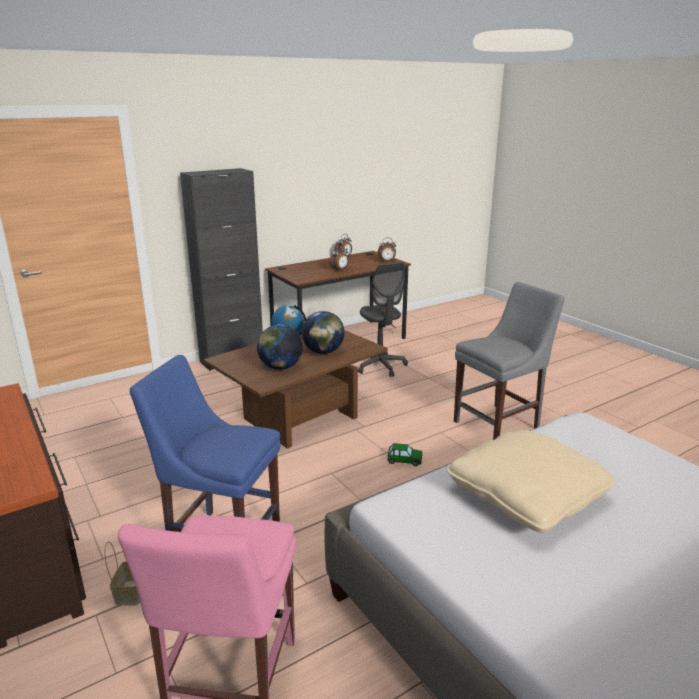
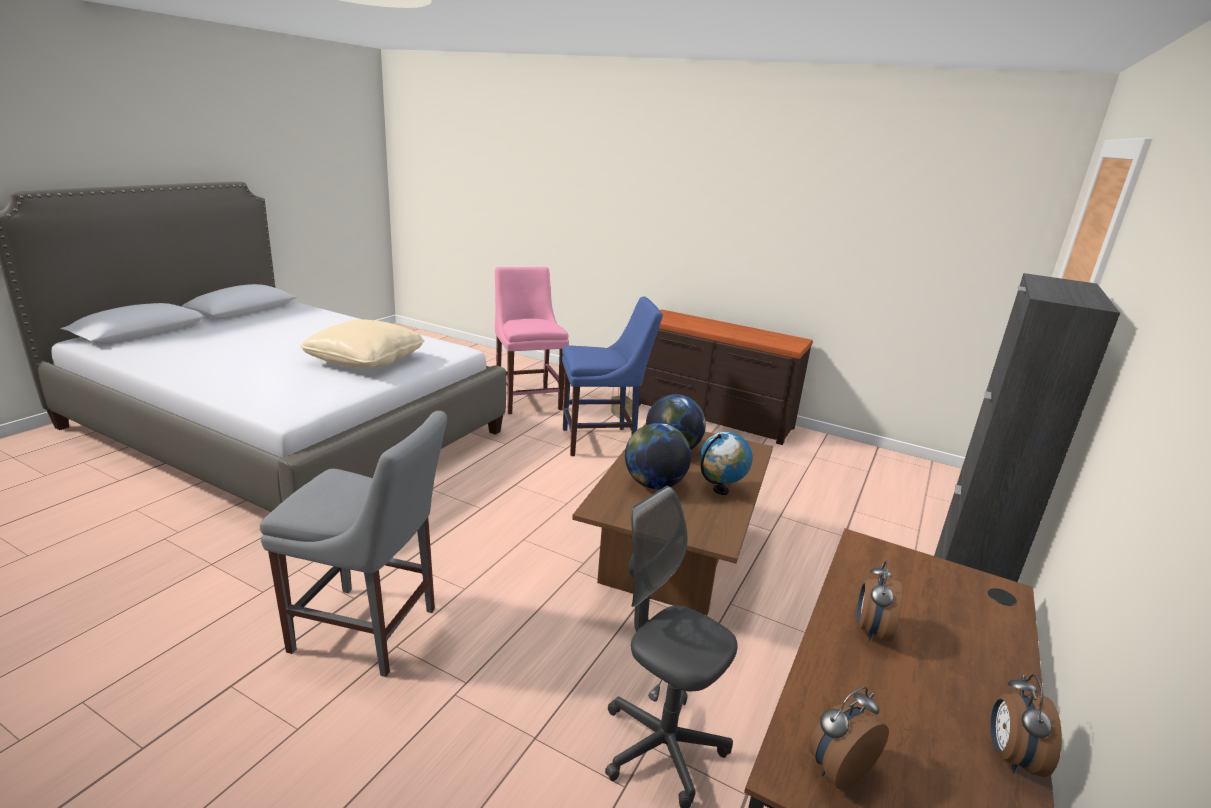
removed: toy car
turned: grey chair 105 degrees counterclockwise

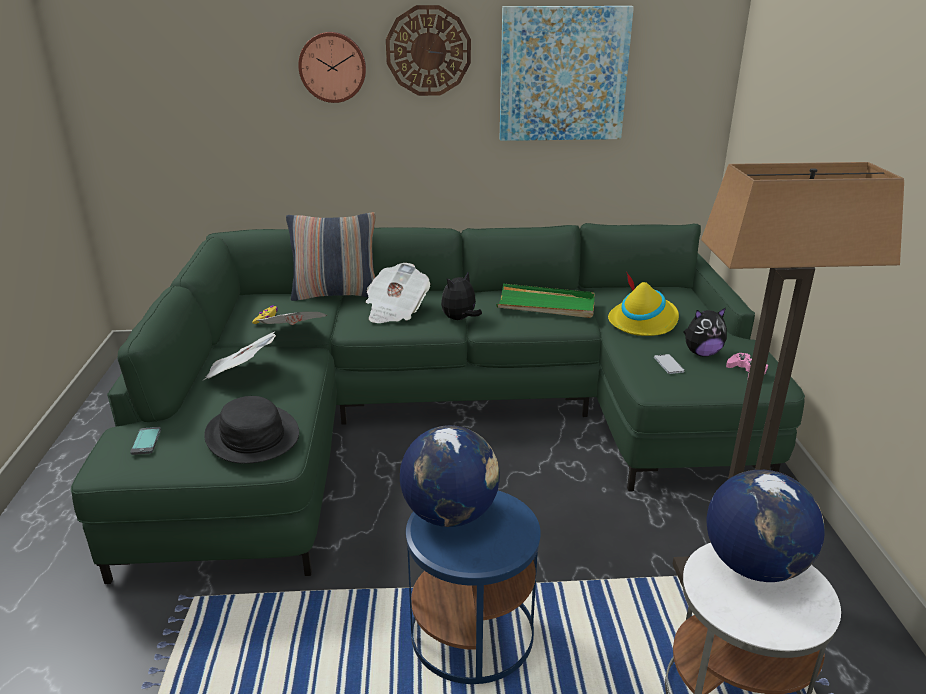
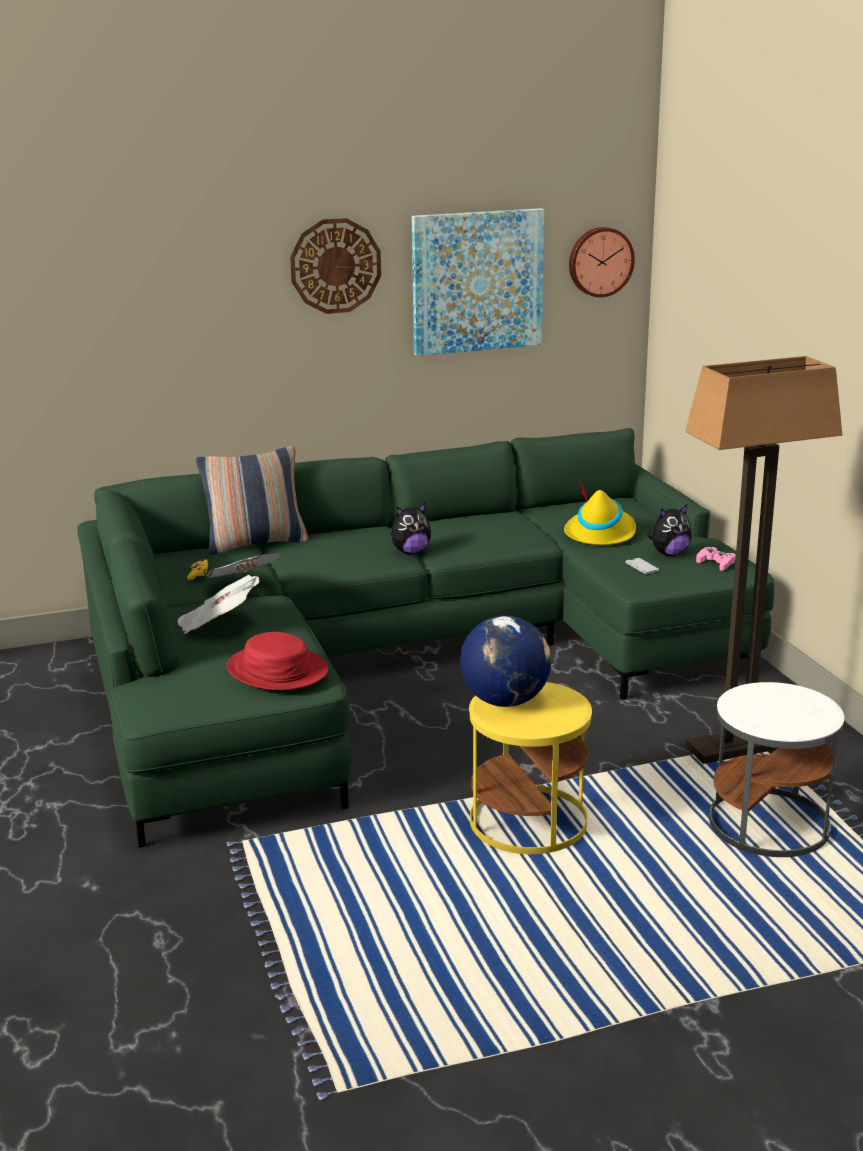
removed: newspaper (3rd from left); green tray; phone (1st from left); globe (2nd from left)
moved: wall clock (1st from left in the first image) to wall clock (2nd from left)
recoloured: black hat to red hat; blue side table to yellow side table
turned: plush toy (1st from left) 150 degrees counterclockwise

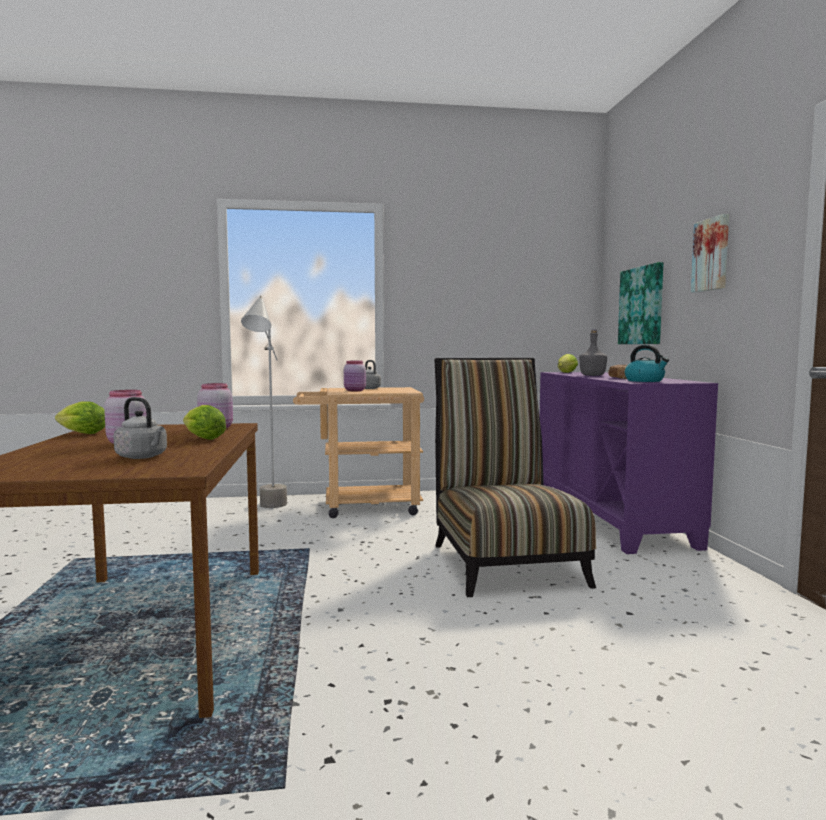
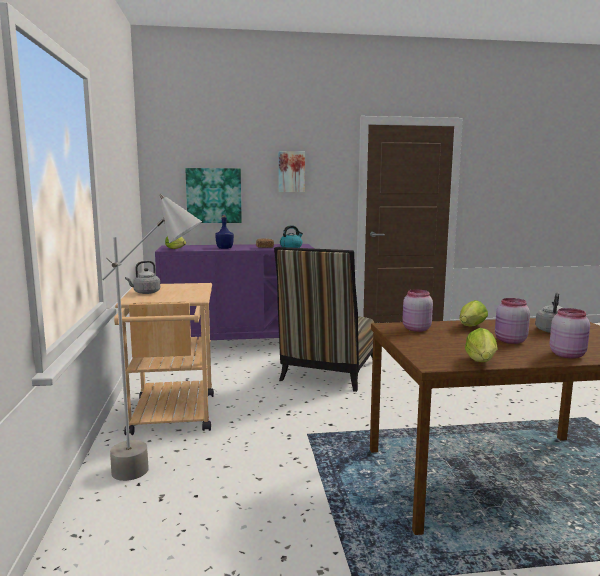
moved: pink jar (3rd from left)
recoloured: grey bottle to blue bottle
turned: chair 60 degrees counterclockwise

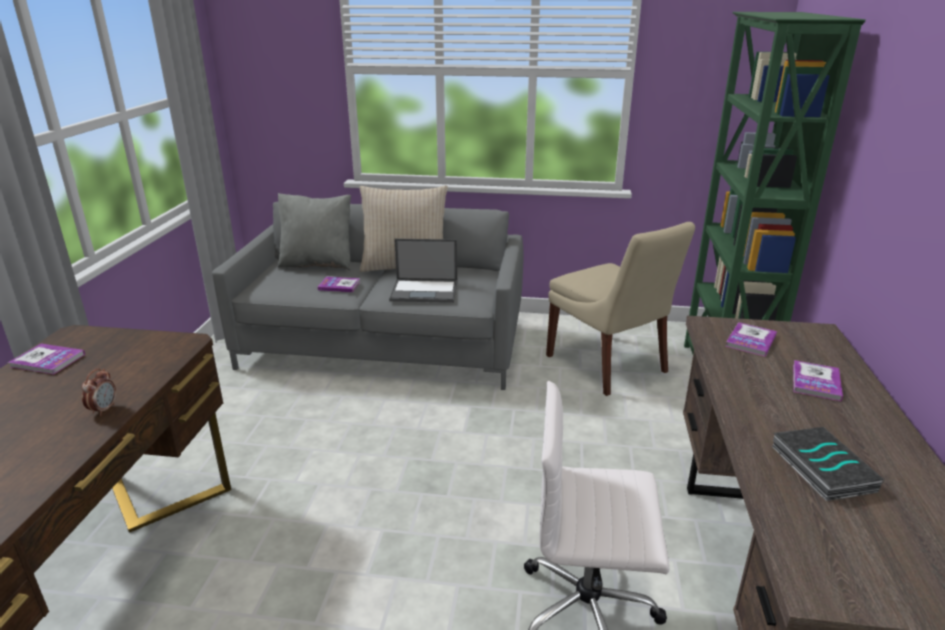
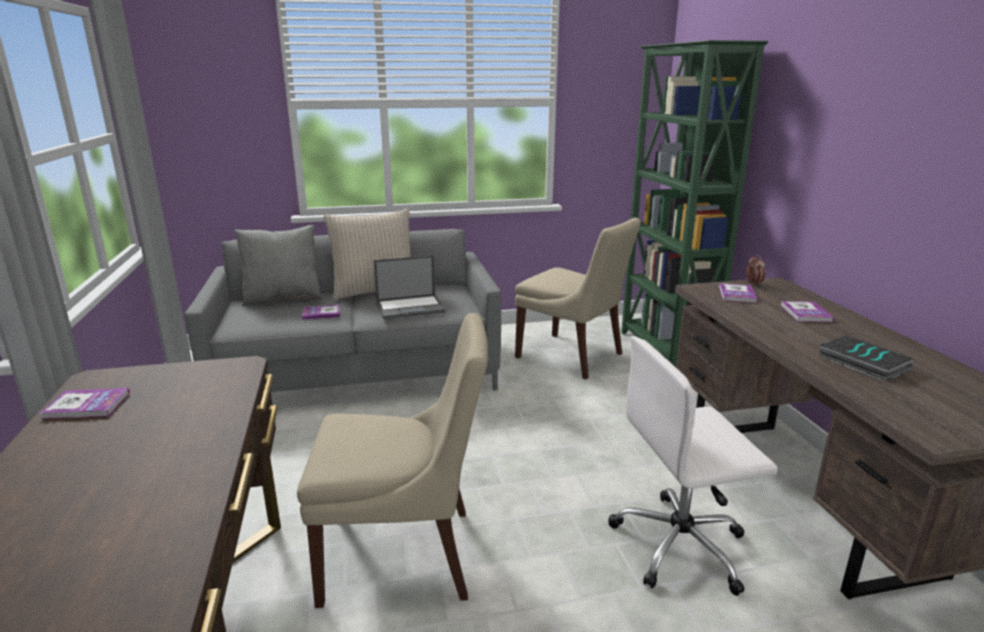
added: beige chair (1st from left)
moved: alarm clock

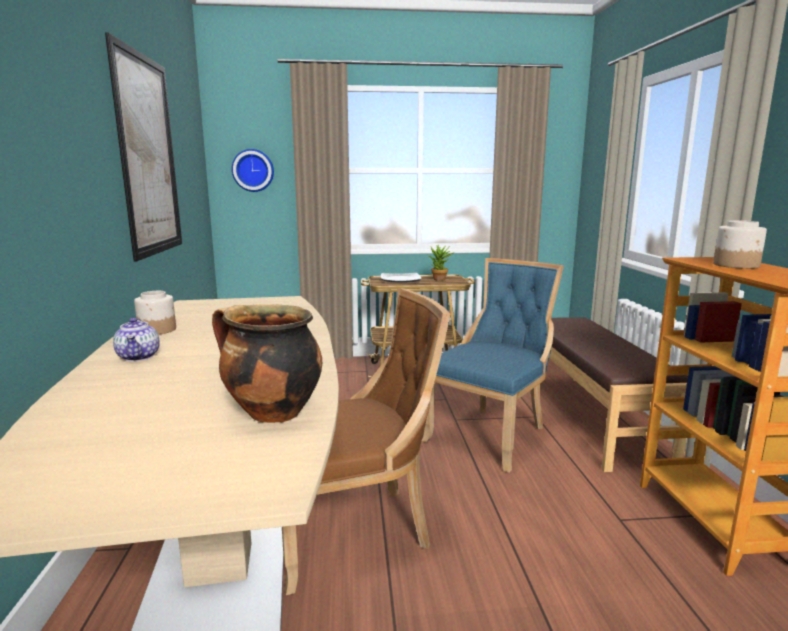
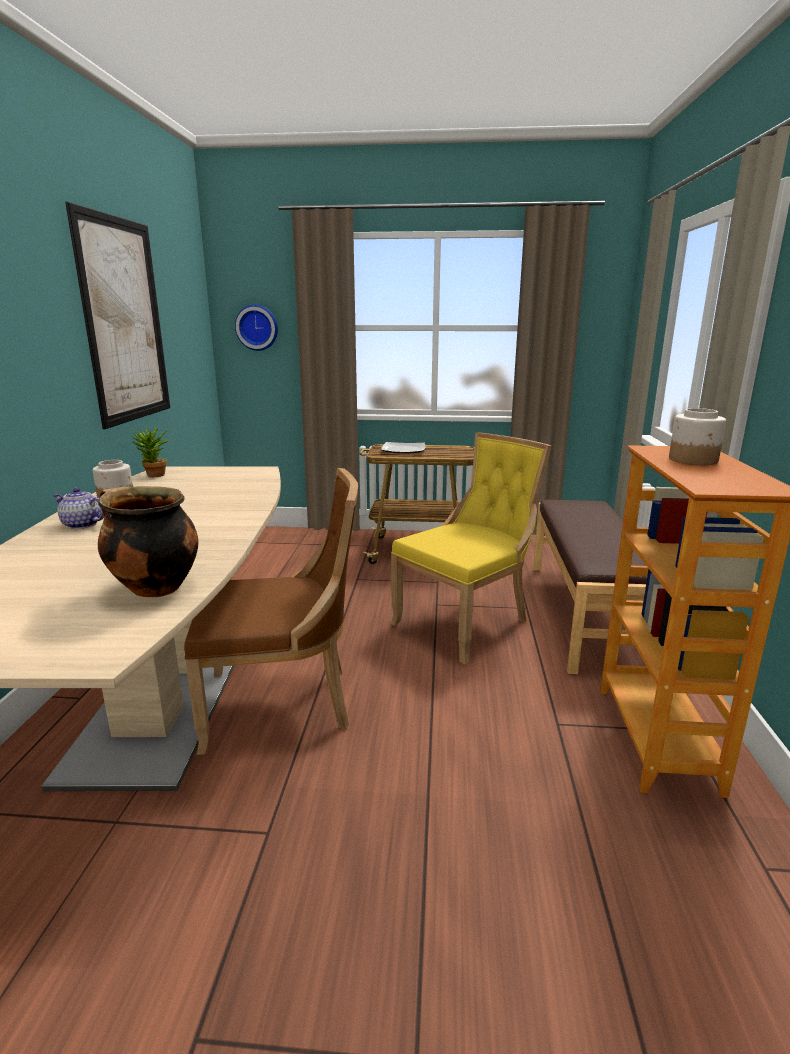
moved: potted plant
recoloured: blue chair to yellow chair
turned: teapot 120 degrees clockwise

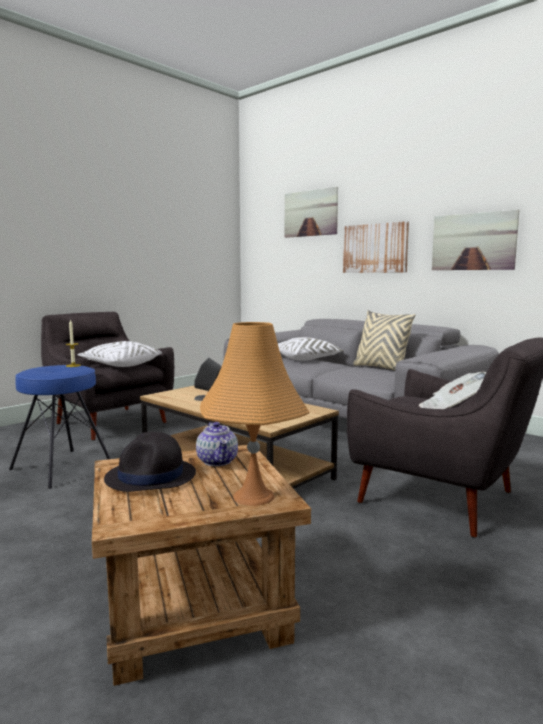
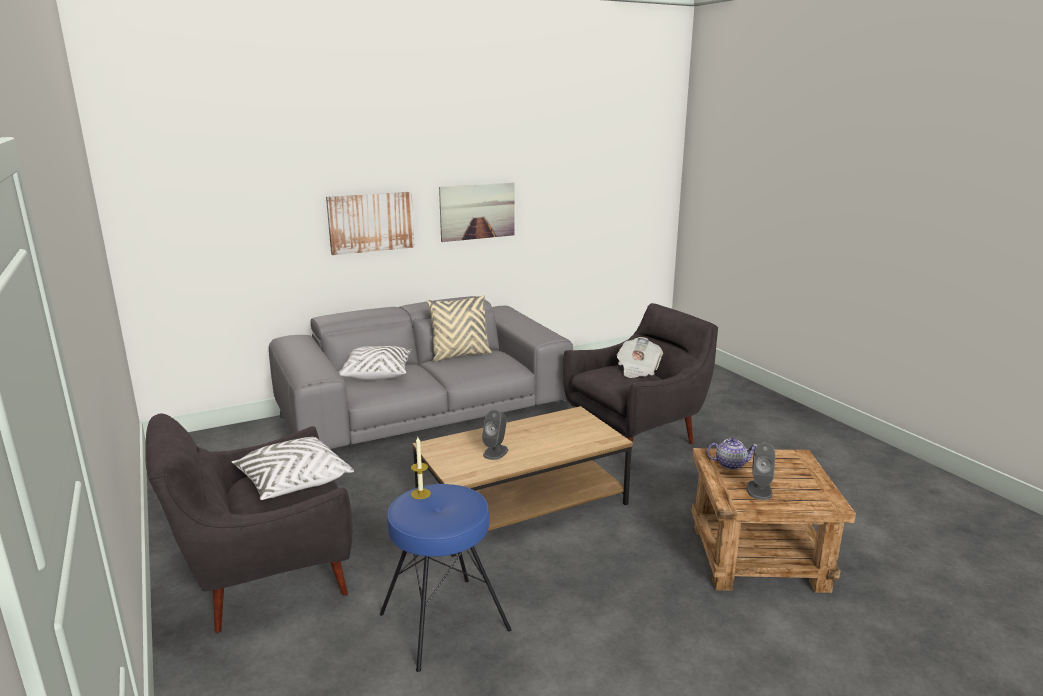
removed: picture (1st from left); orange table lamp
replaced: black hat to grey speaker (2nd from left)

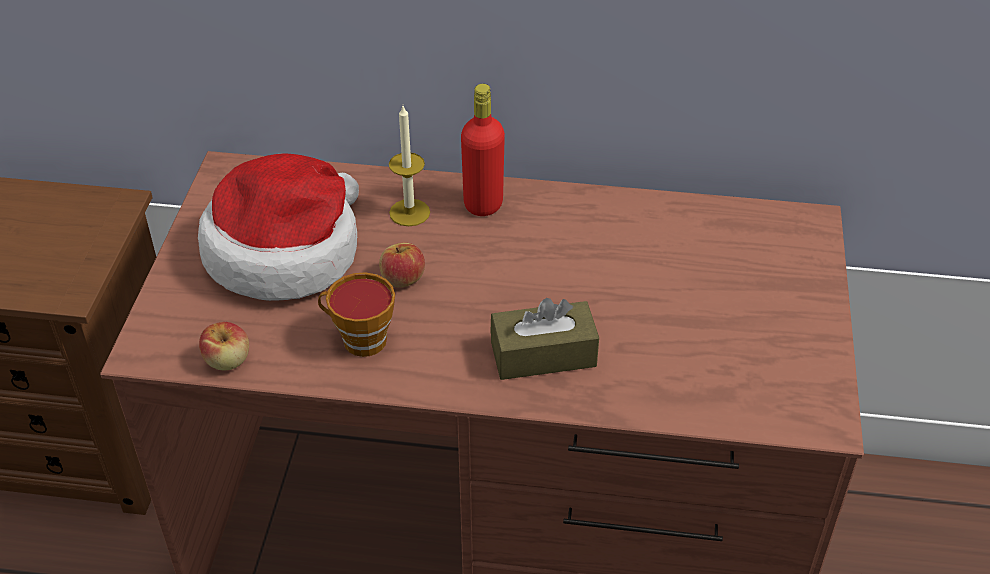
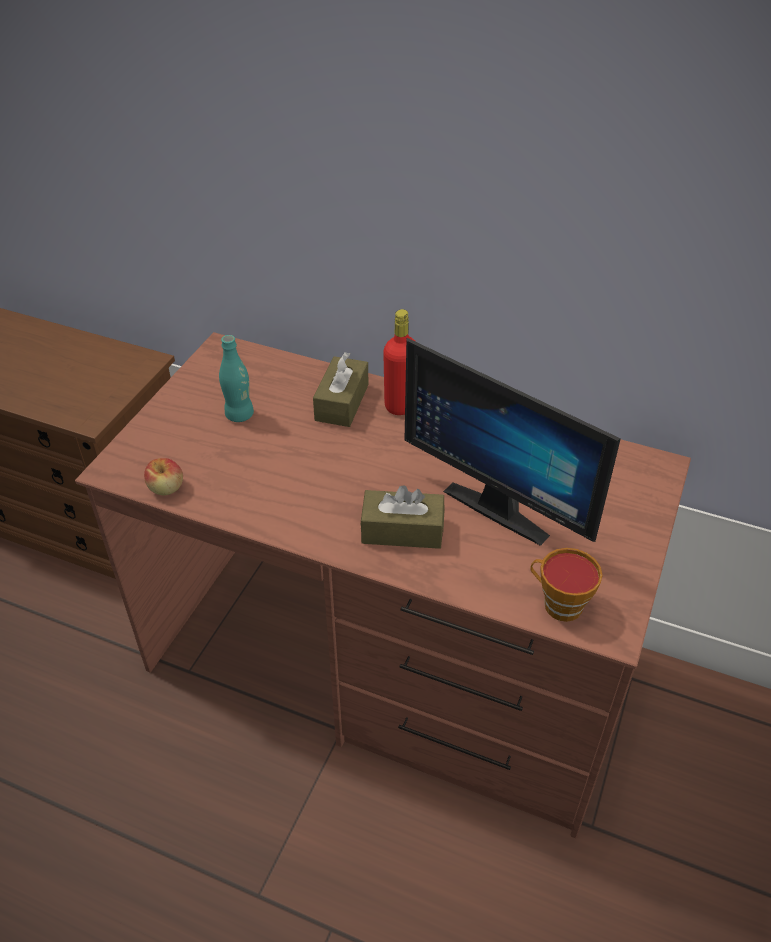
removed: apple (2nd from left)
added: monitor
moved: cup
replaced: candle to brown tissue box (1st from left); hat to turquoise bottle

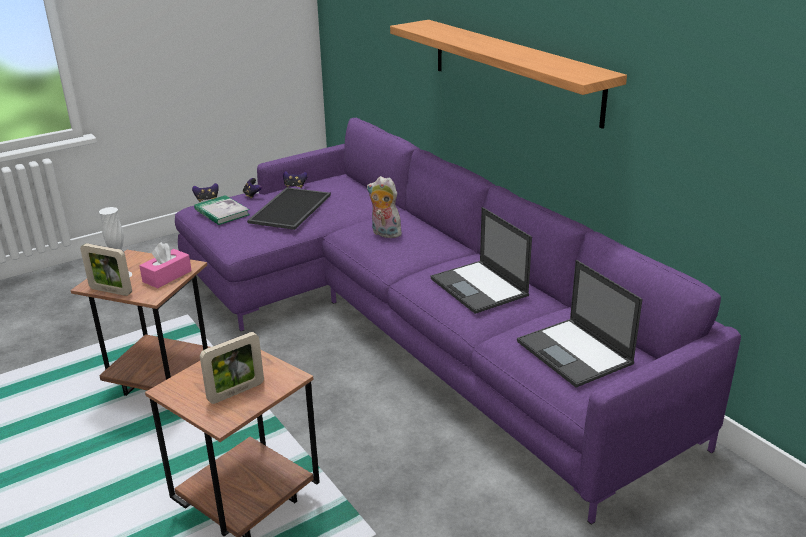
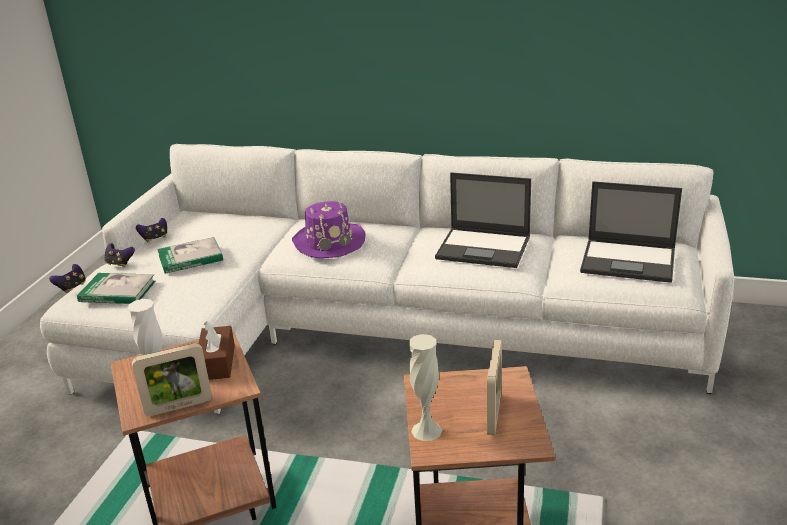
removed: shelf
added: white vase (2nd from left)
replaced: plush toy to purple hat; tray to book (2nd from left)
recoloured: purple sofa to white sofa; pink tissue box to brown tissue box

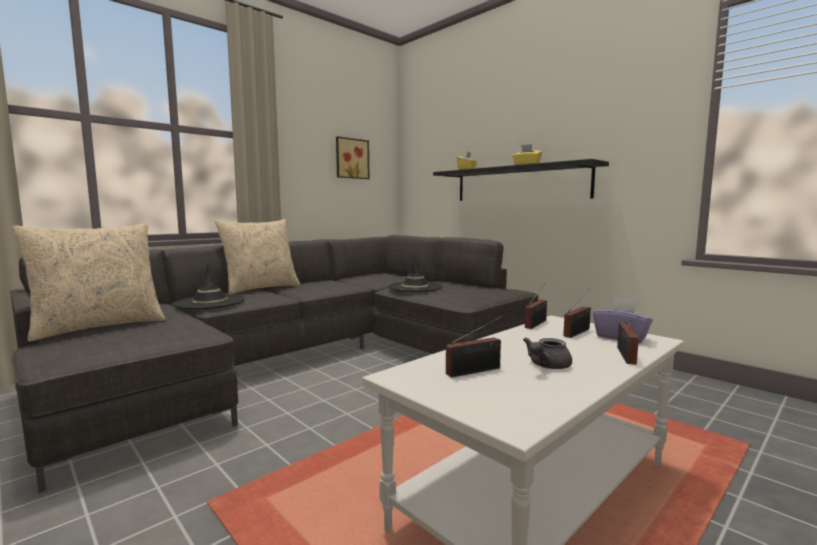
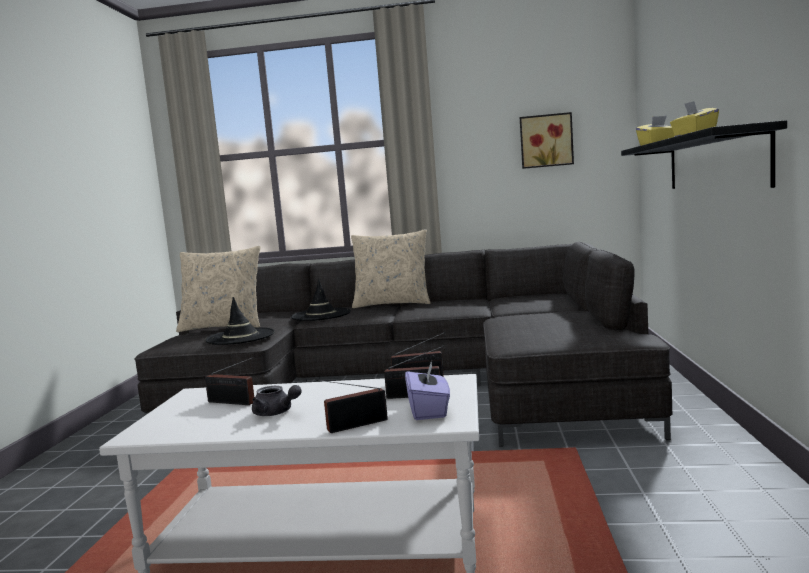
moved: black hat (2nd from left in the first image) to black hat (1st from left)
turned: grey teapot 150 degrees counterclockwise

